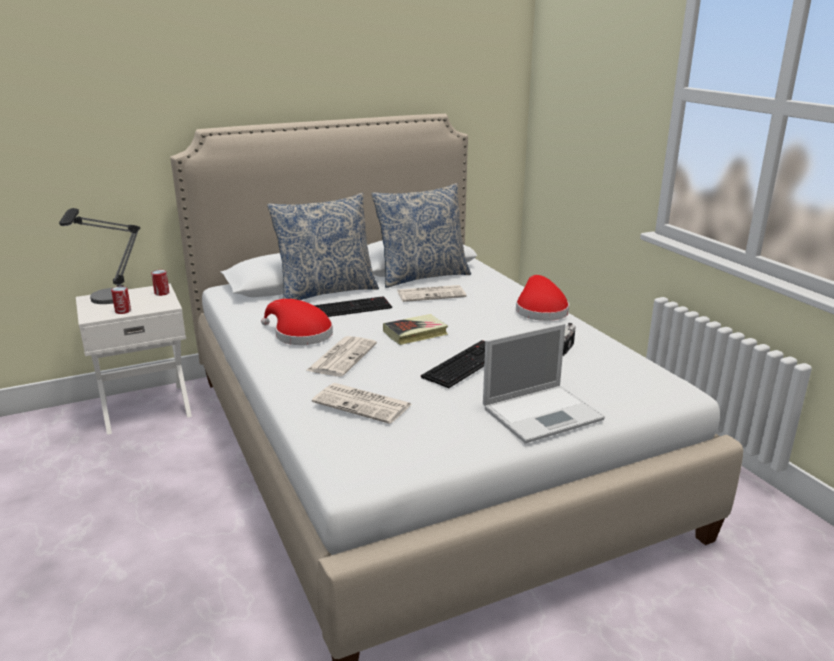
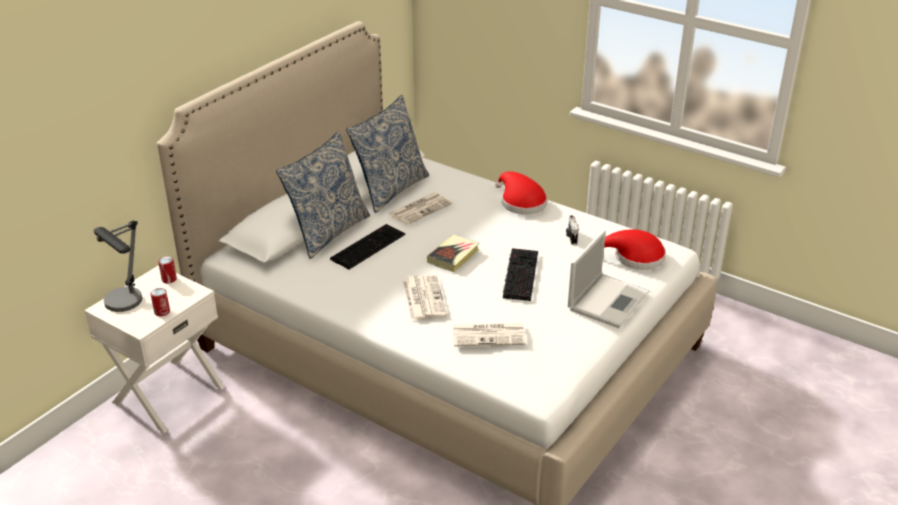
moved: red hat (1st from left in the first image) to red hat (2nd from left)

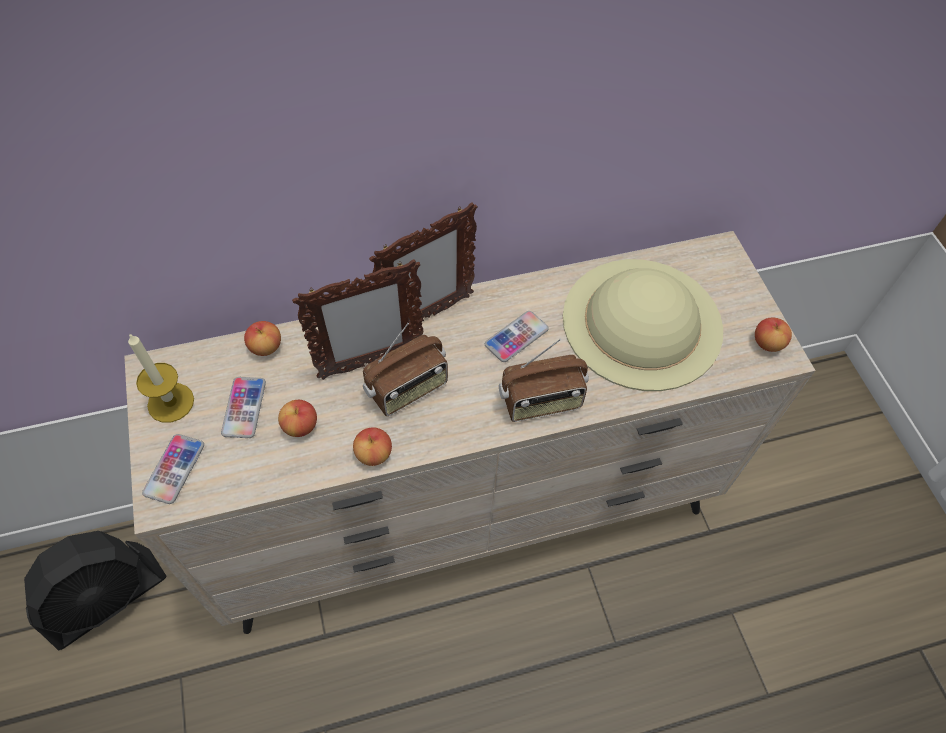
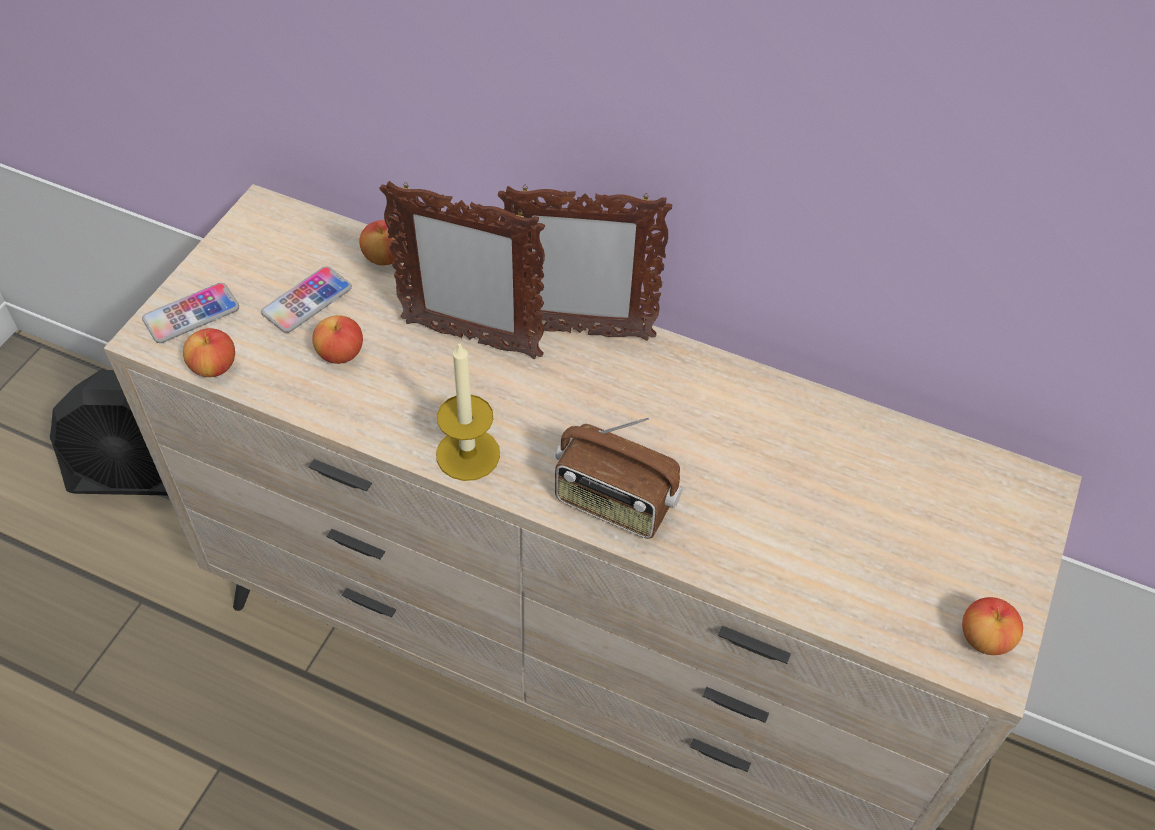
removed: beige hat; phone (3rd from left); radio (1st from left)
moved: candle; apple (3rd from left in the first image) to apple (1st from left)

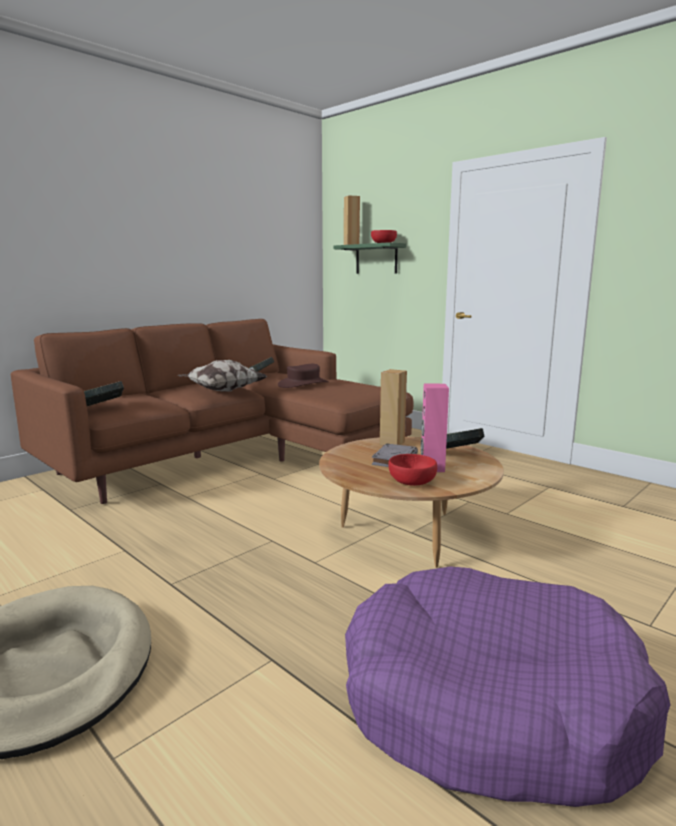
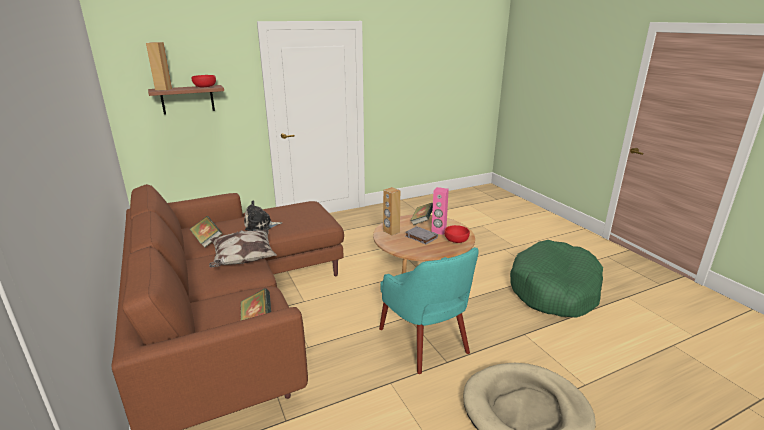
added: turquoise armchair
replaced: brown hat to plush toy
recoloured: green shelf to brown shelf; purple dog bed to green dog bed

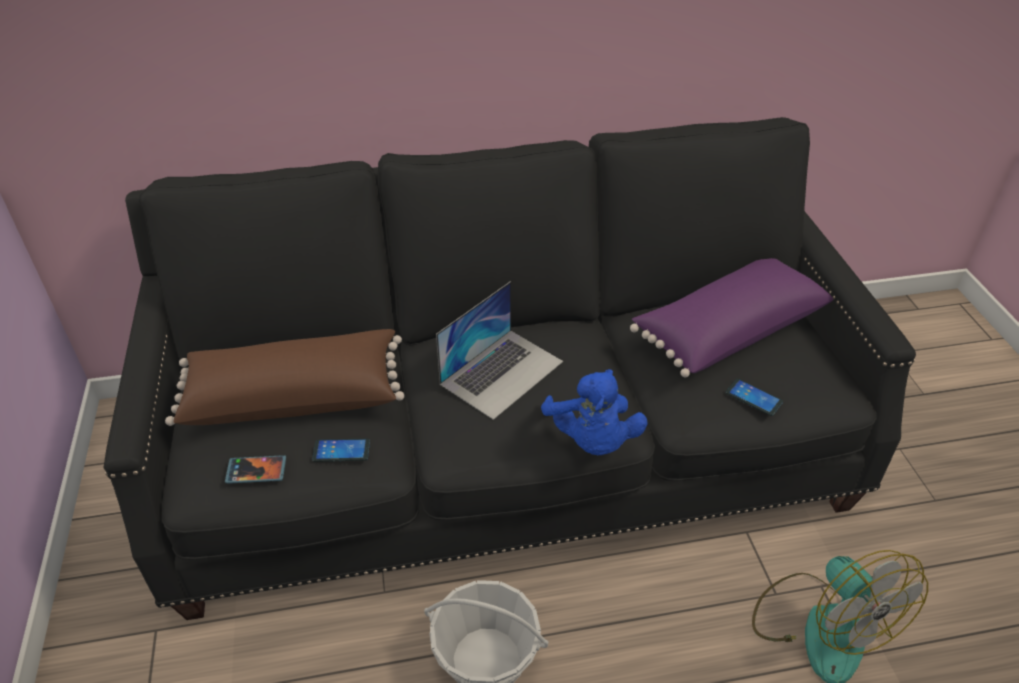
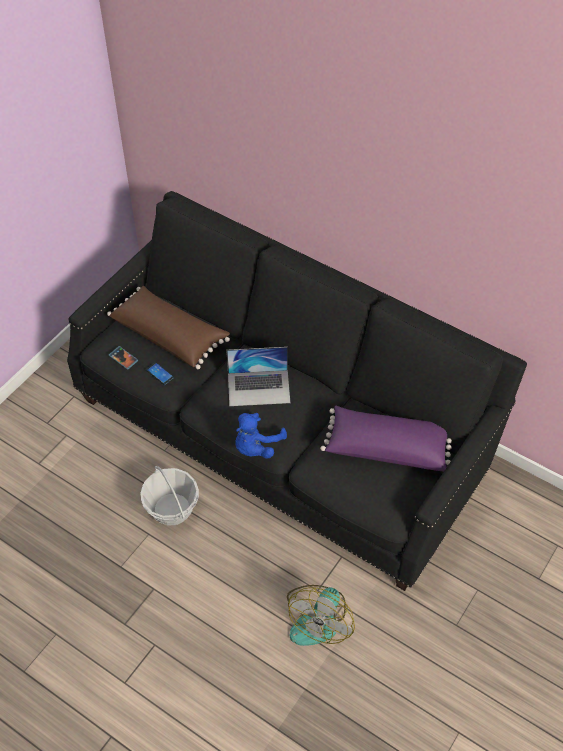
removed: phone (3rd from left)

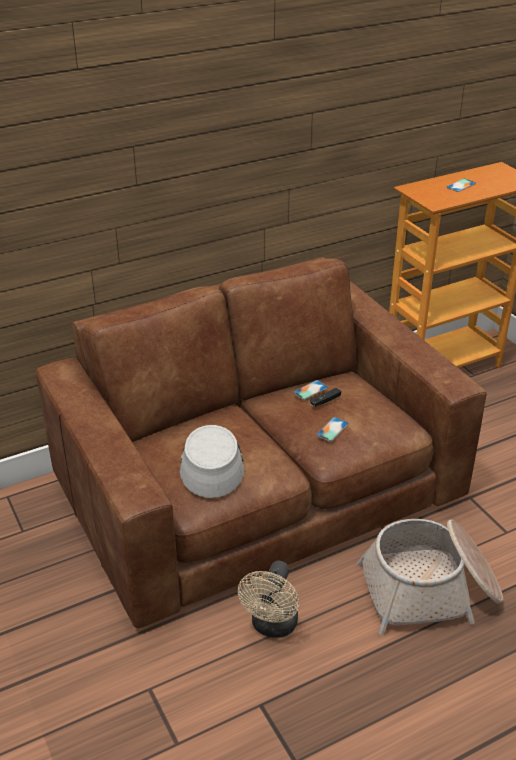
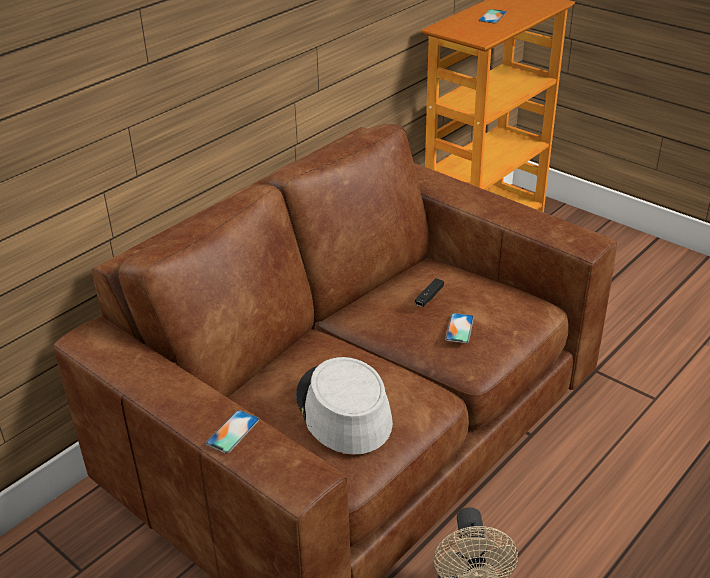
removed: basket
moved: phone (1st from left)

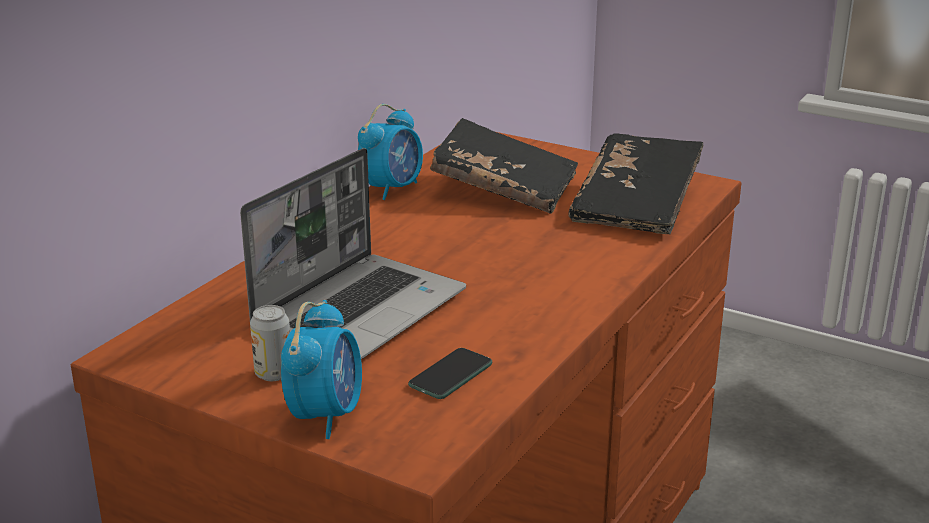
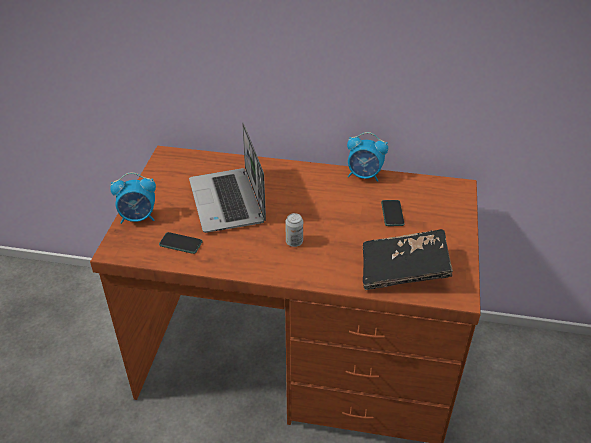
moved: can
replaced: black book (1st from left) to phone (2nd from left)
turned: laptop 60 degrees clockwise

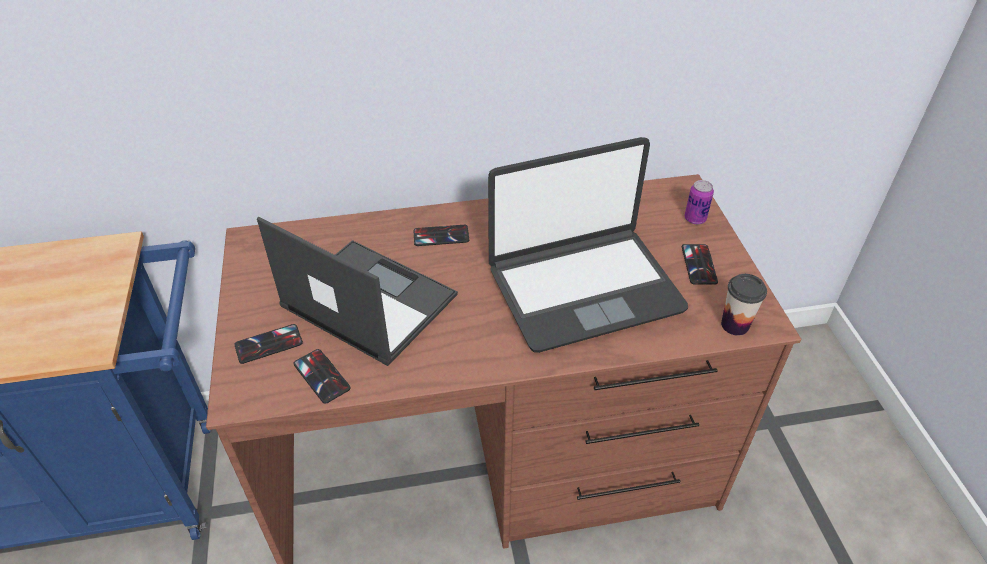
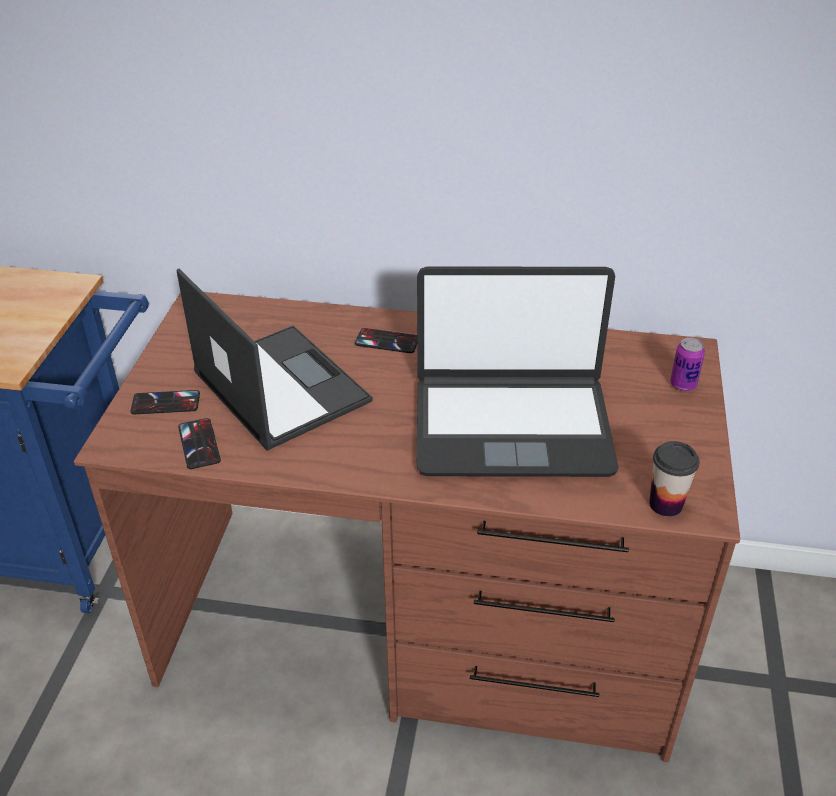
removed: phone (4th from left)

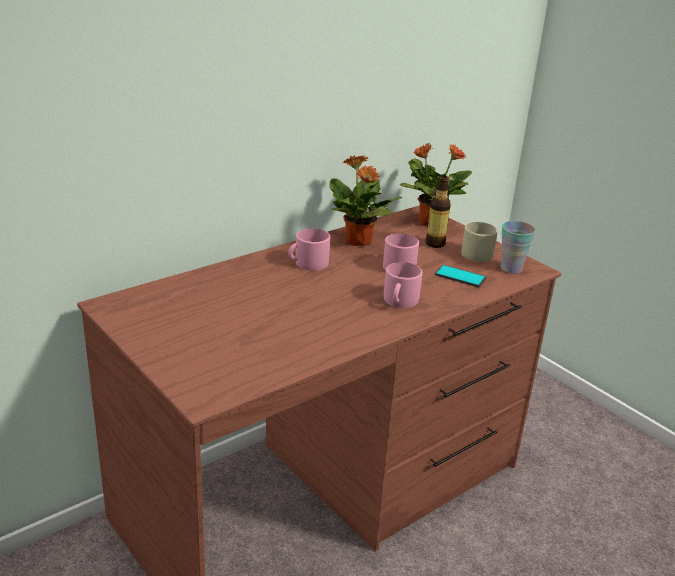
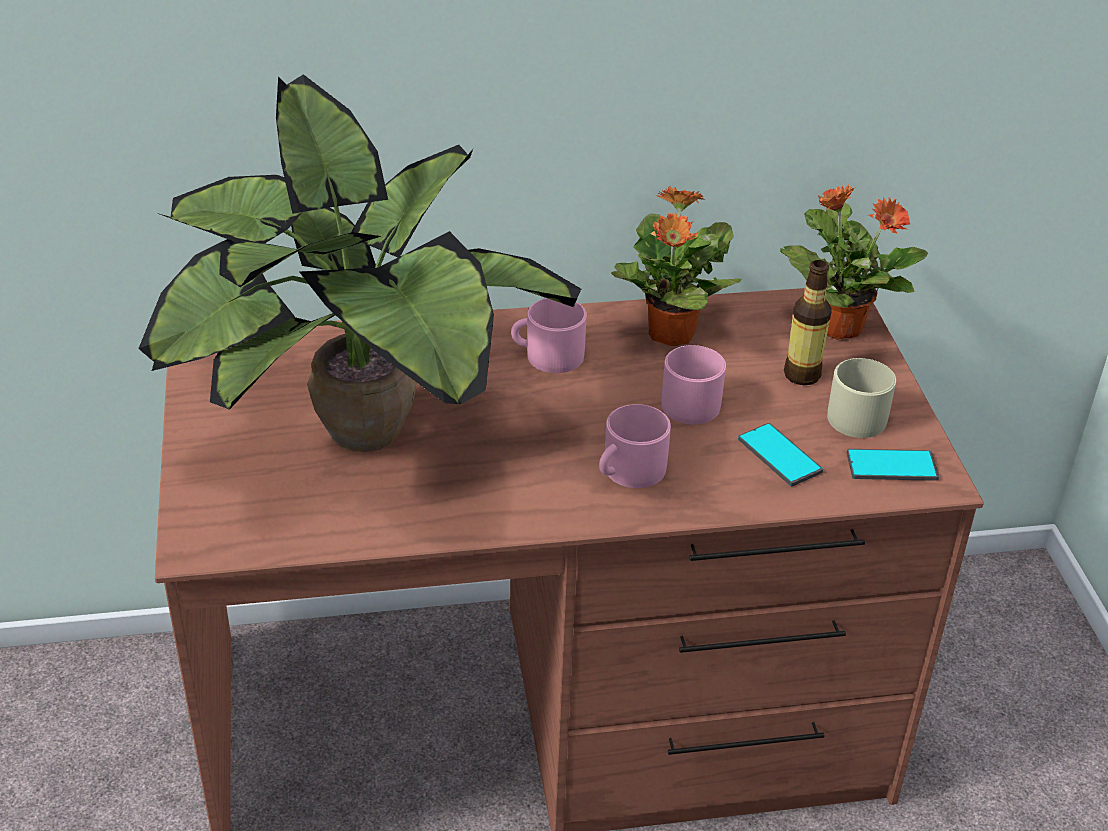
added: potted plant (1st from left)
replaced: cup to phone (2nd from left)

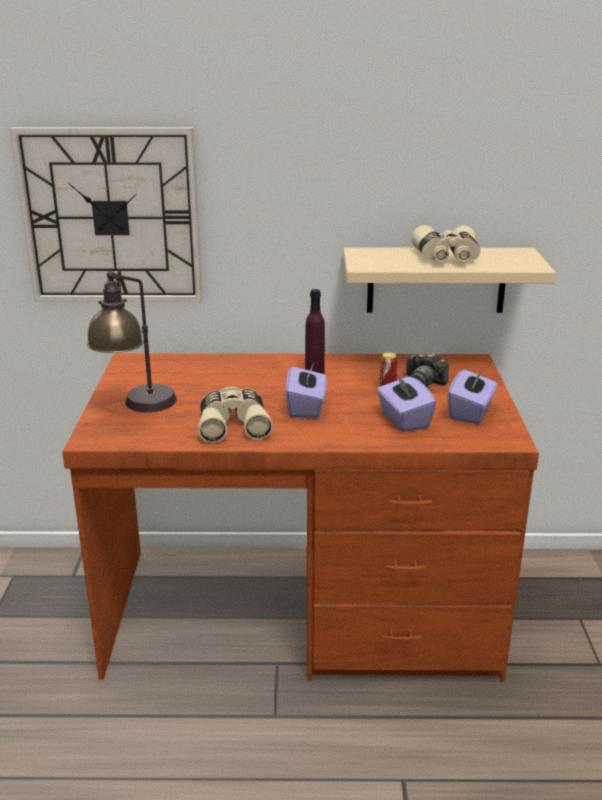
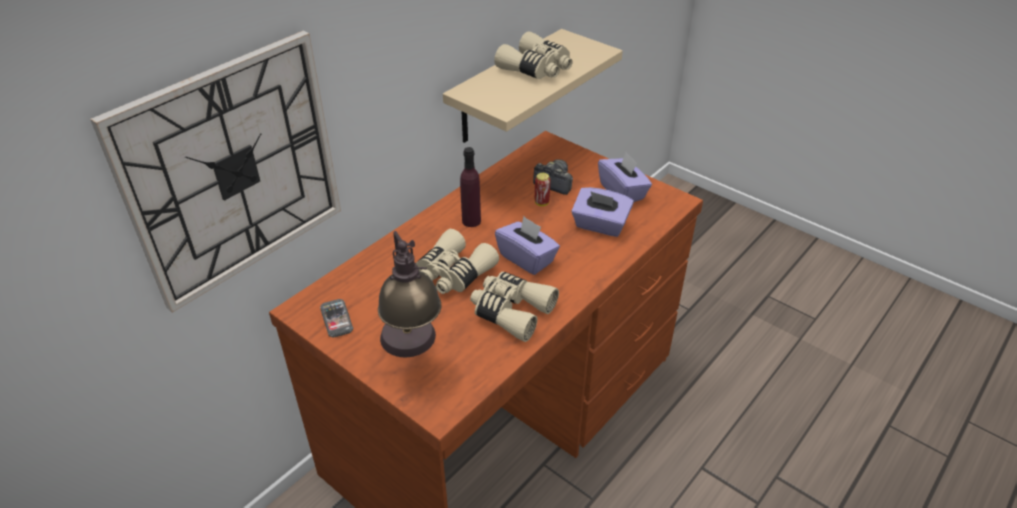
added: beige binoculars (1st from left); phone
turned: photo camera 135 degrees counterclockwise

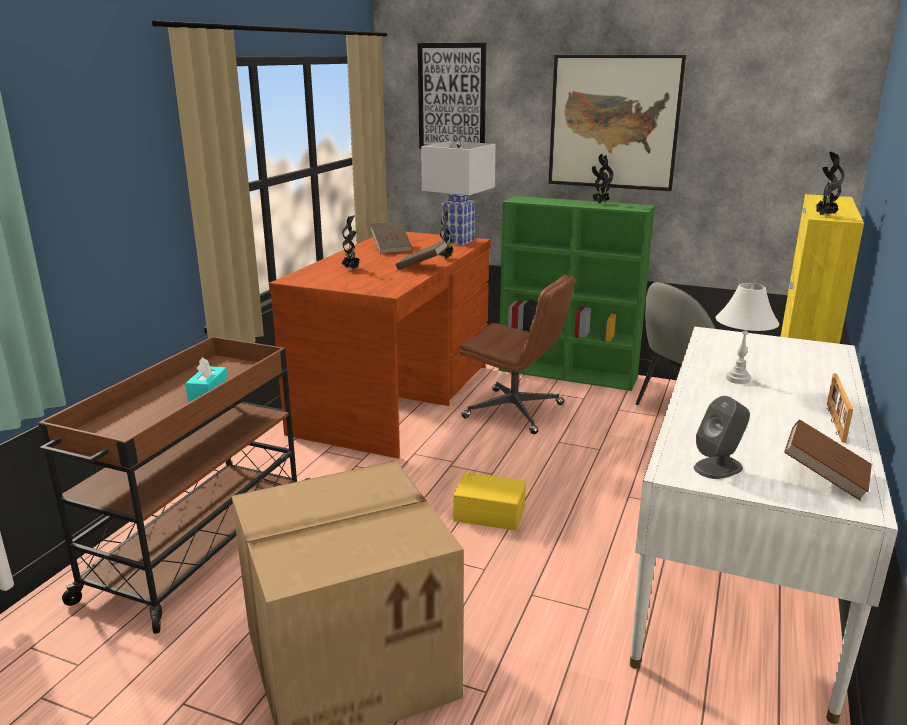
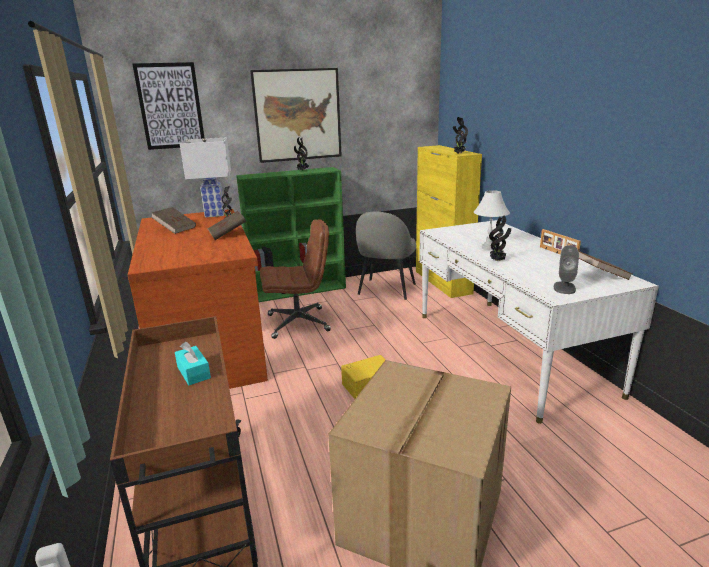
moved: potted plant (1st from left in the first image) to potted plant (4th from left)

